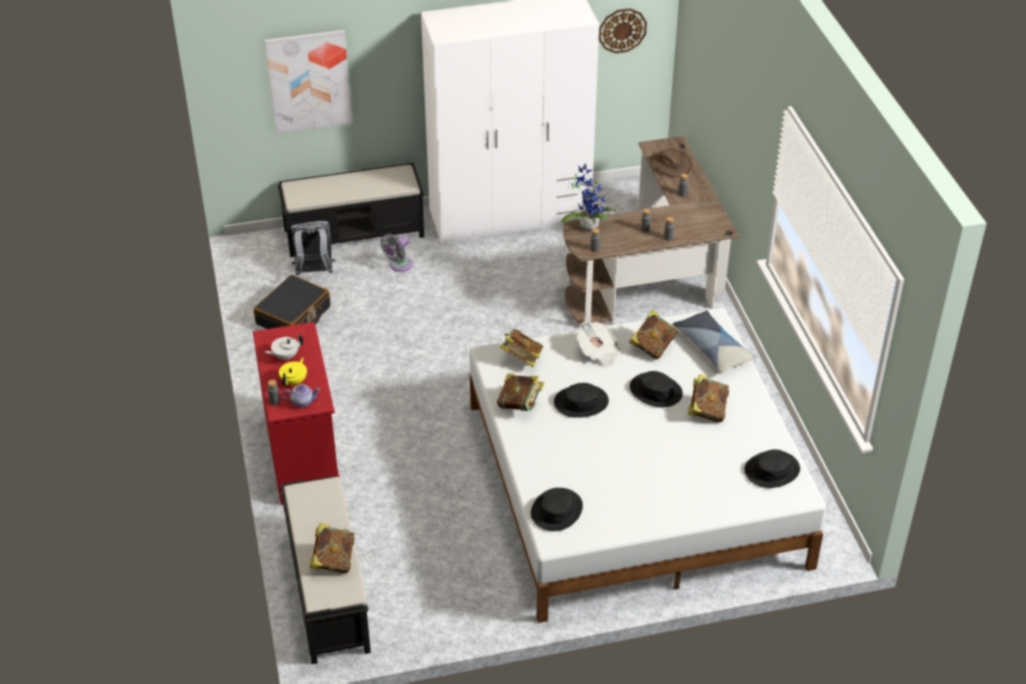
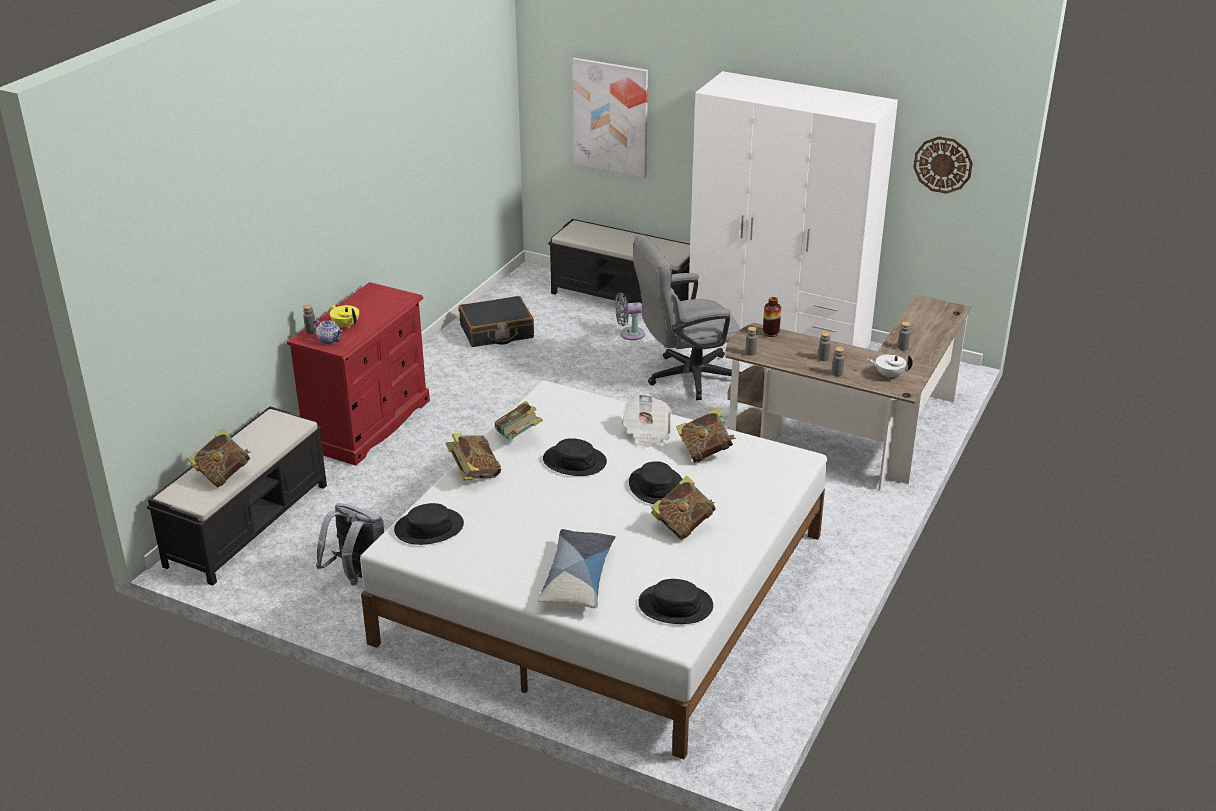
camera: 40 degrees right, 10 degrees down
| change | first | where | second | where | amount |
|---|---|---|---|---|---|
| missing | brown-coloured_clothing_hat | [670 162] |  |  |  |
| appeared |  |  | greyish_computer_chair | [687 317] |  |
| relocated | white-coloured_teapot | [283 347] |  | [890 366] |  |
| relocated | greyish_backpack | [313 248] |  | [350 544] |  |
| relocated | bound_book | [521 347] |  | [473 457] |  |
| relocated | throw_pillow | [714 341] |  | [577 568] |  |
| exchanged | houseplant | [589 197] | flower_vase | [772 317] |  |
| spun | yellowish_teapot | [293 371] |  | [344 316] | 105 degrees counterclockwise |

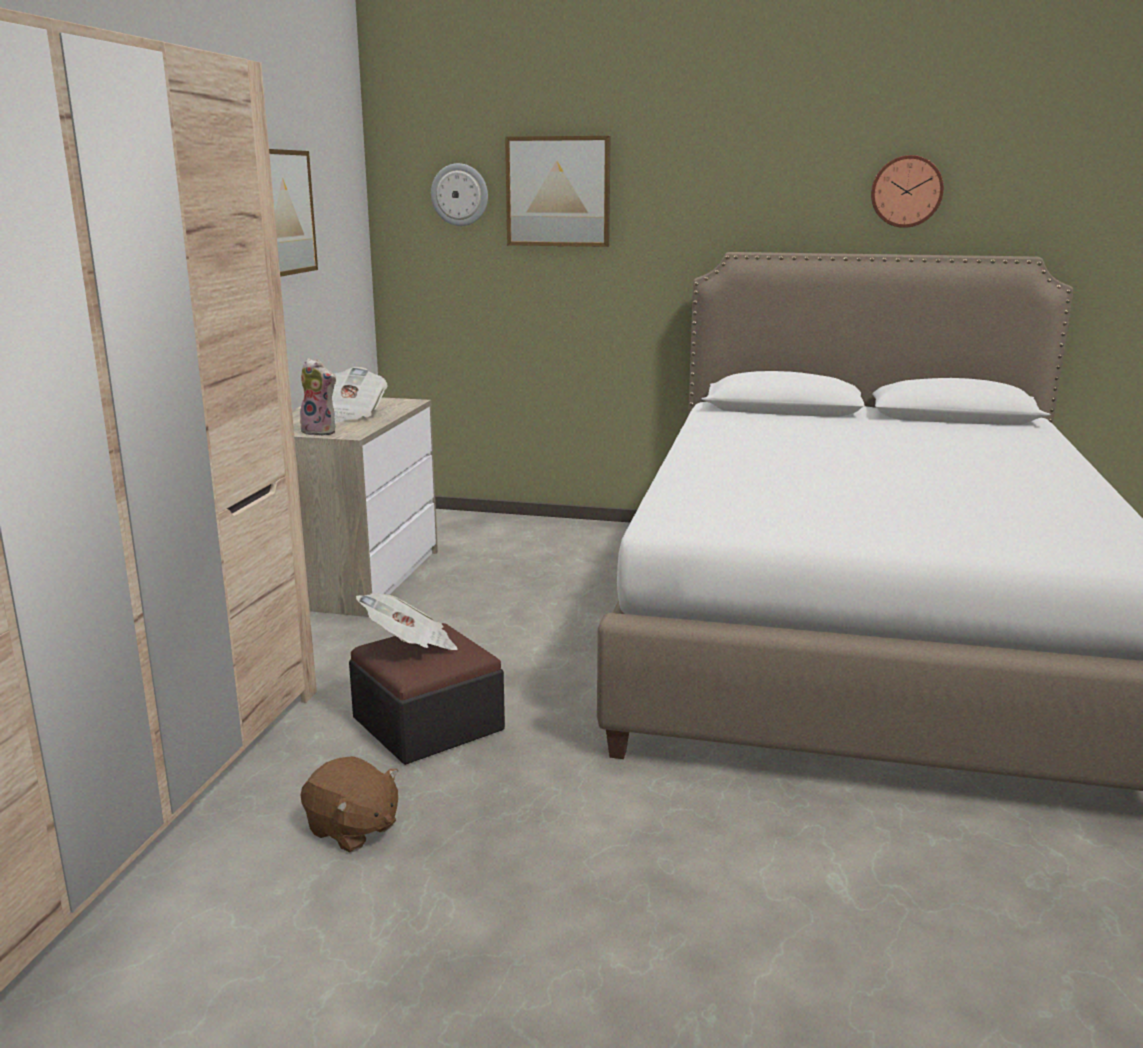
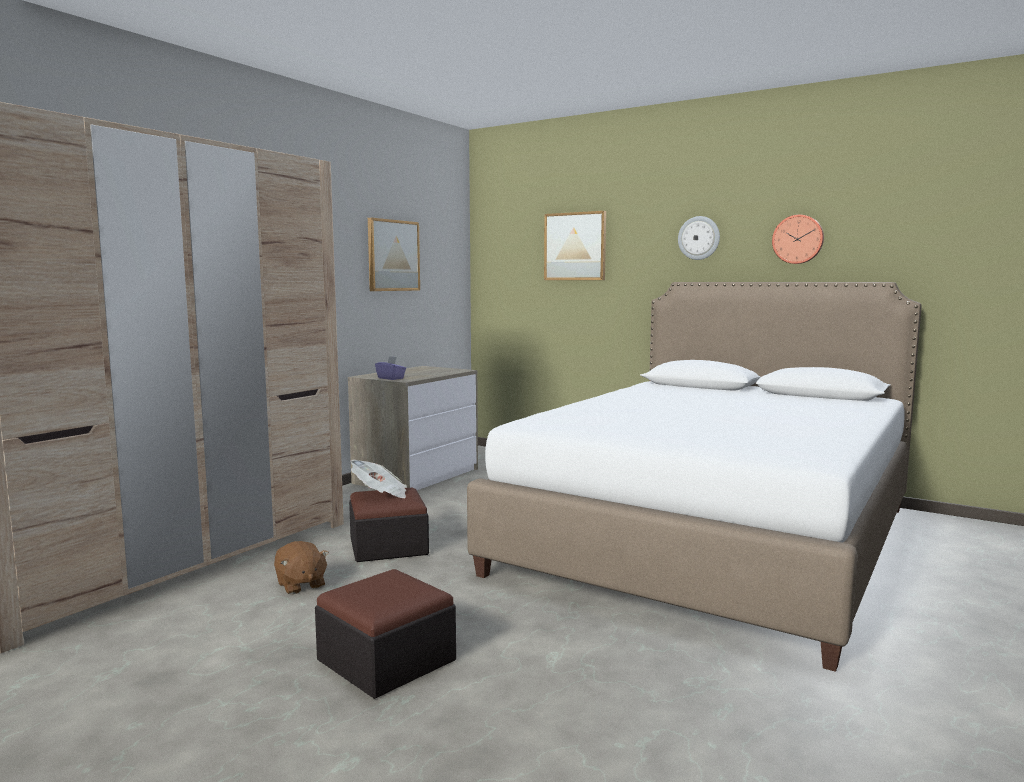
camera: 20 degrees right, 10 degrees down
| change | first | where | second | where | amount |
|---|---|---|---|---|---|
| missing | printed_paper | [360 394] |  |  |  |
| appeared |  |  | footrest | [385 634] |  |
| relocated | wall_clock | [459 194] |  | [699 238] |  |
| exchanged | soft_toy | [318 397] | purple-coloured_tissue_holder | [390 368] |  |

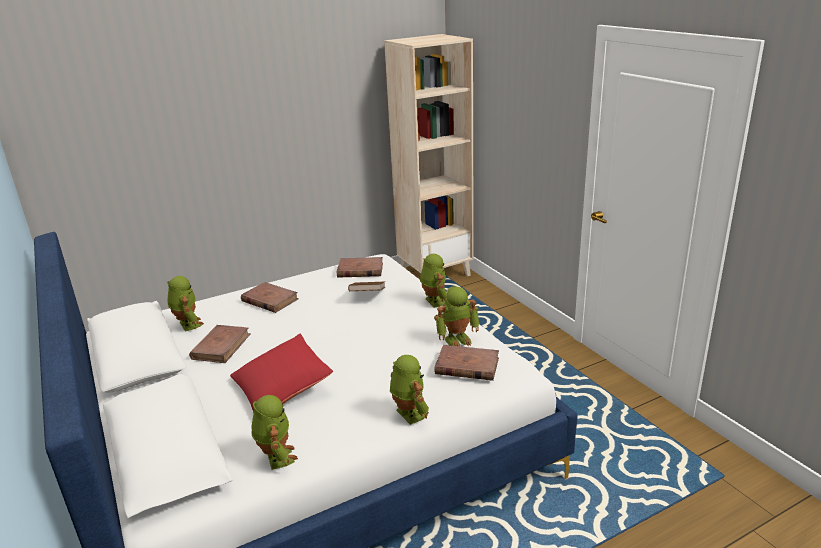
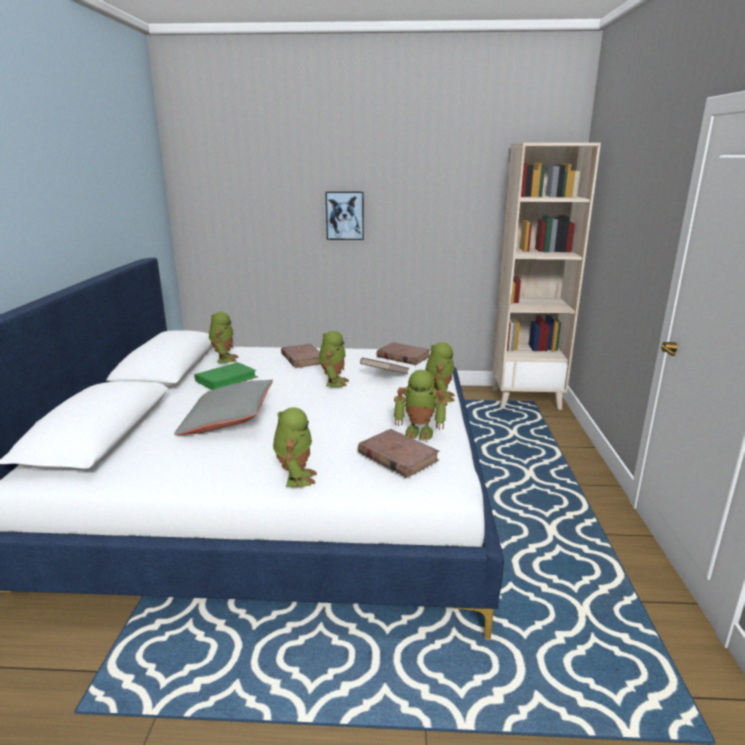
camera: 30 degrees right, 5 degrees down
| change | first | where | second | where | amount |
|---|---|---|---|---|---|
| appeared |  |  | picture | [345 215] |  |
| relocated | model_robot | [274 432] |  | [334 359] |  |
| colour | brown-coloured_bound_book | [220 344] | green_bound_book | [226 376] |  |
| colour | red-coloured_throw_pillow | [281 373] | greyish_throw_pillow | [223 407] |  |

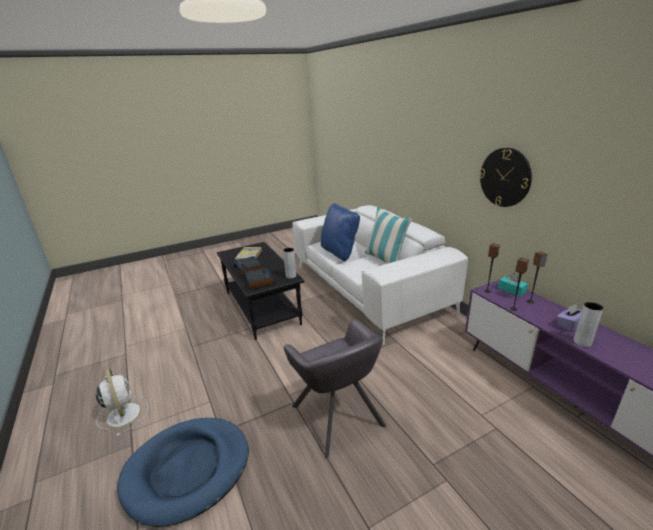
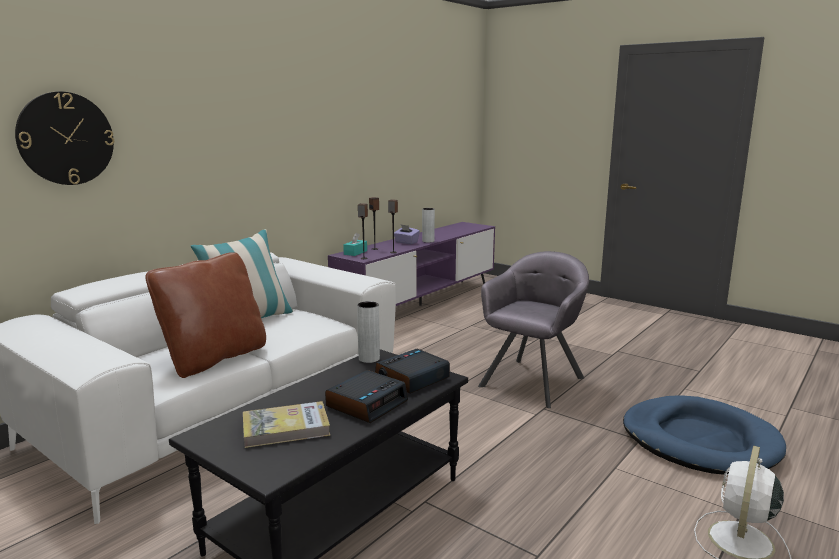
camera: 115 degrees left, 10 degrees down
| change | first | where | second | where | amount |
|---|---|---|---|---|---|
| relocated | wall_clock | [505 177] |  | [64 138] |  |
| colour | bluish_throw_pillow | [340 232] | brown-coloured_throw_pillow | [205 315] |  |

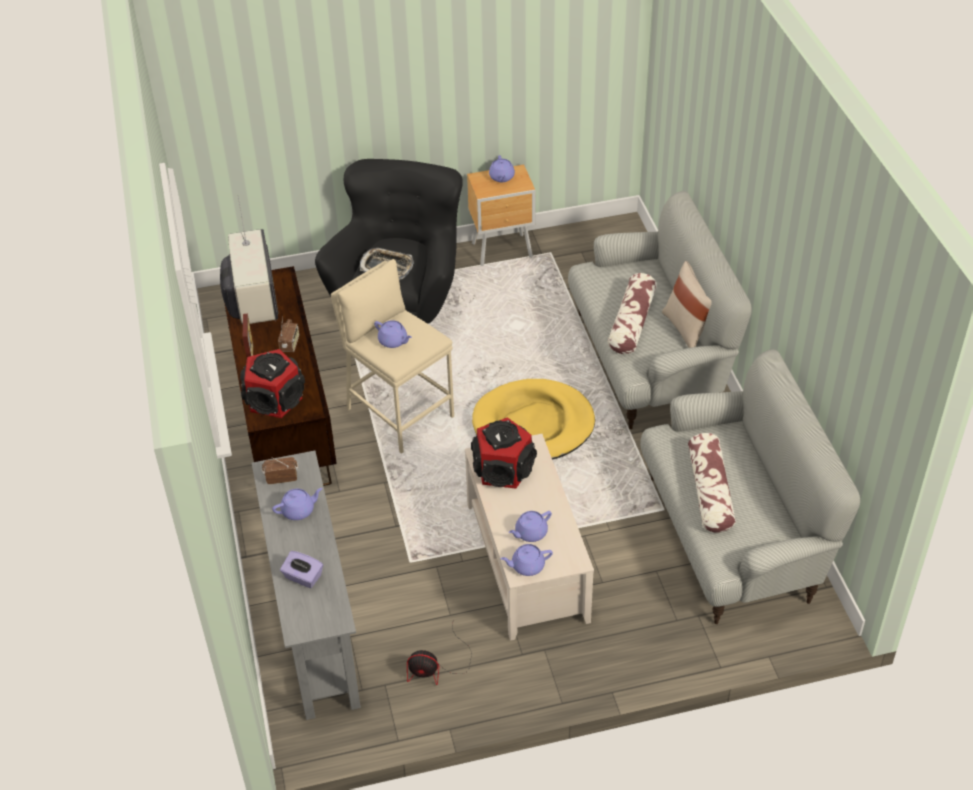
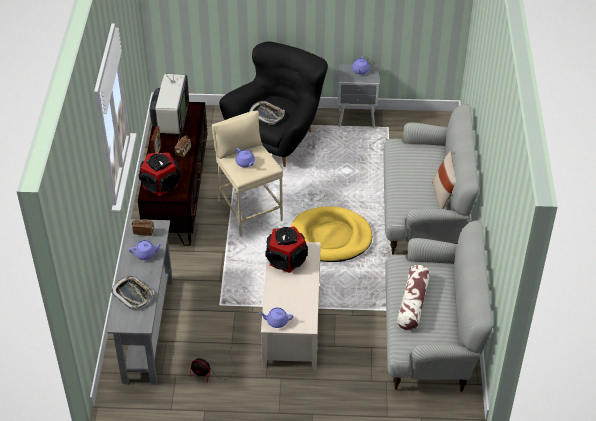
camera: 15 degrees right, 0 degrees up
| change | first | where | second | where | amount |
|---|---|---|---|---|---|
| missing | purple-coloured_teapot | [530 526] |  |  |  |
| missing | throw_pillow | [632 313] |  |  |  |
| exchanged | purple-coloured_tissue_holder | [301 569] | carrying_tray | [132 293] |  |
| colour | brown-coloured_night_table | [501 215] | greyish_night_table | [358 96] |  |

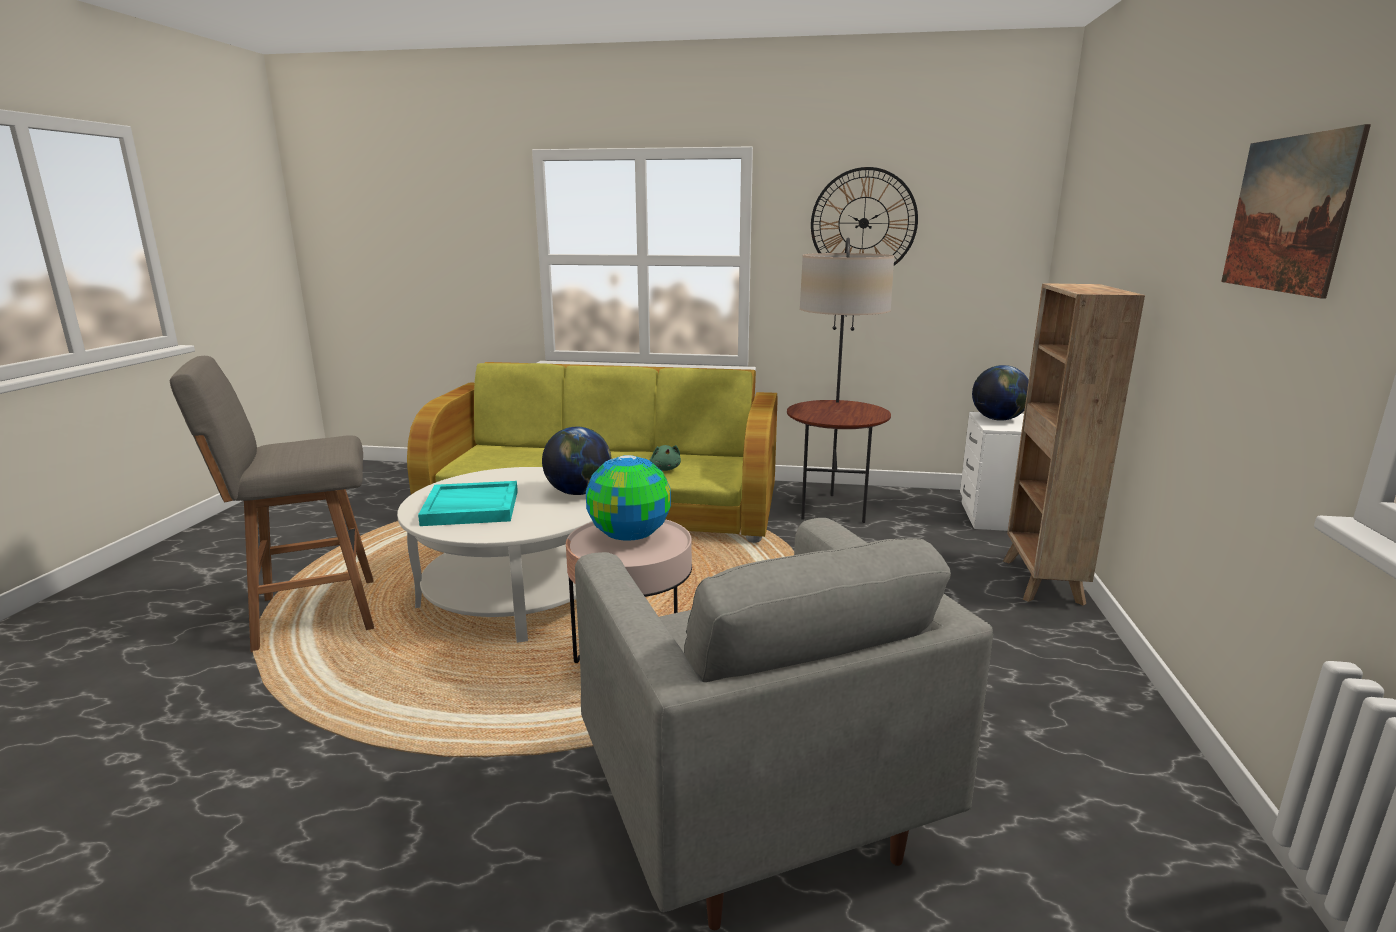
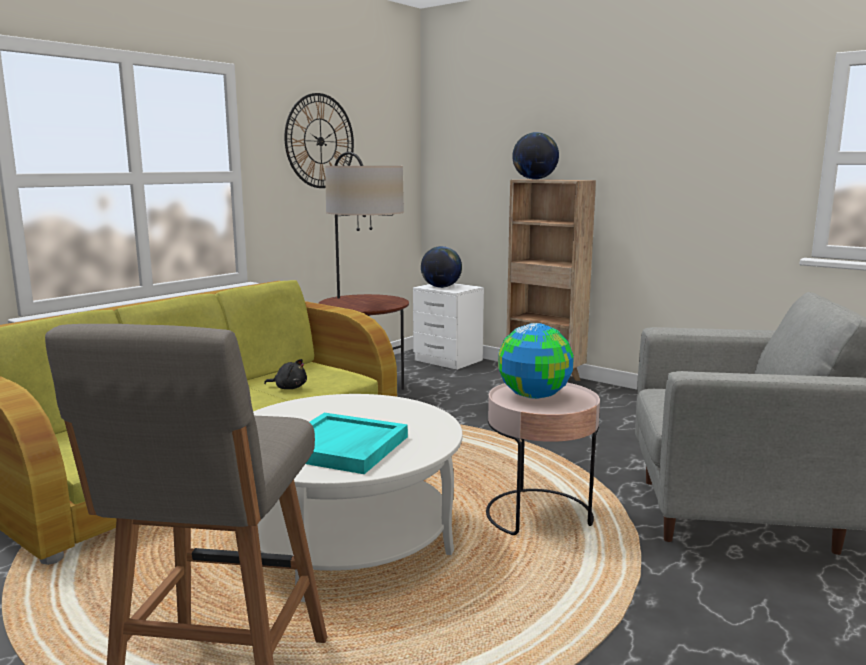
camera: 60 degrees left, 5 degrees down
| change | first | where | second | where | amount |
|---|---|---|---|---|---|
| missing | picture | [1296 211] |  |  |  |
| relocated | globe | [577 461] |  | [535 156] |  |
| colour | green_soft_toy | [665 458] | black-coloured_soft_toy | [285 374] |  |

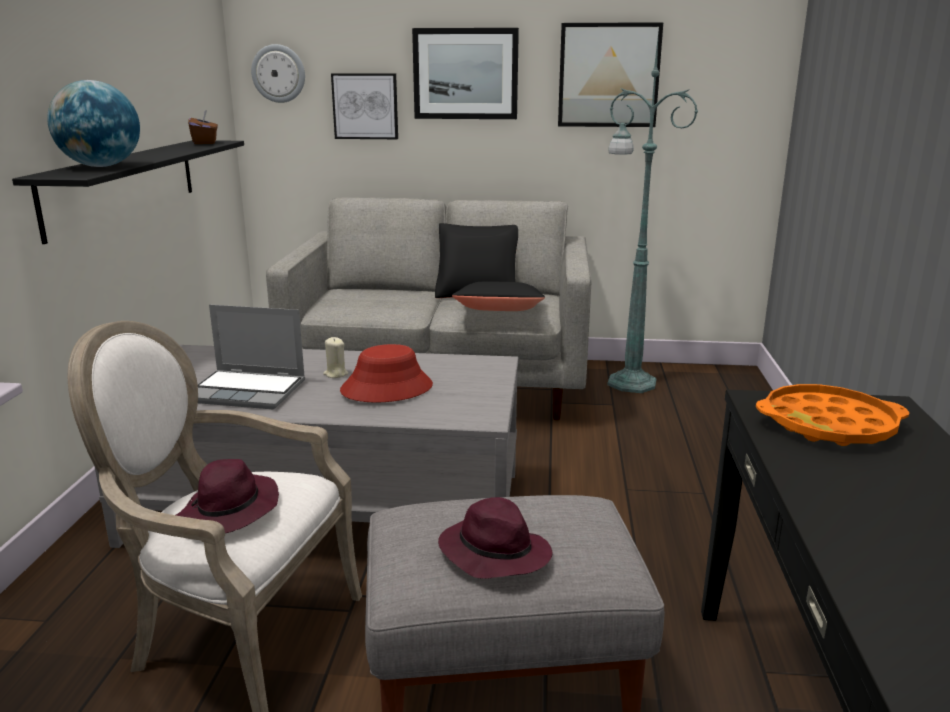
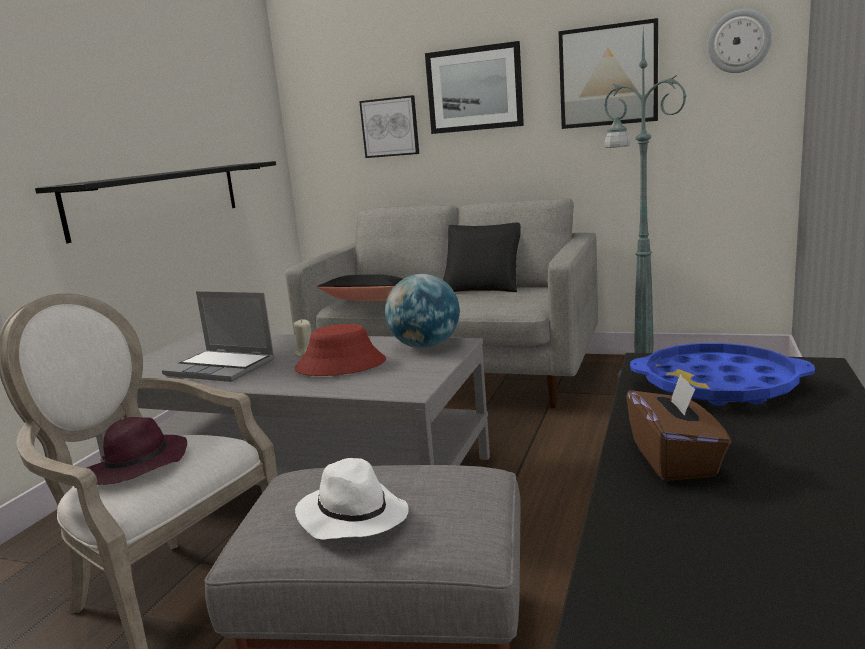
camera: 15 degrees right, 5 degrees down
| change | first | where | second | where | amount |
|---|---|---|---|---|---|
| relocated | globe | [93 123] |  | [422 311] |  |
| relocated | brown-coloured_tissue_holder | [203 127] |  | [678 427] |  |
| relocated | wall_clock | [278 73] |  | [739 41] |  |
| relocated | black-coloured_throw_pillow | [498 296] |  | [360 287] |  |
| colour | purple-coloured_clothing_hat | [495 538] | white-coloured_clothing_hat | [352 499] |  |
| colour | orangey_carrying_tray | [833 415] | bluish_carrying_tray | [722 374] |  |

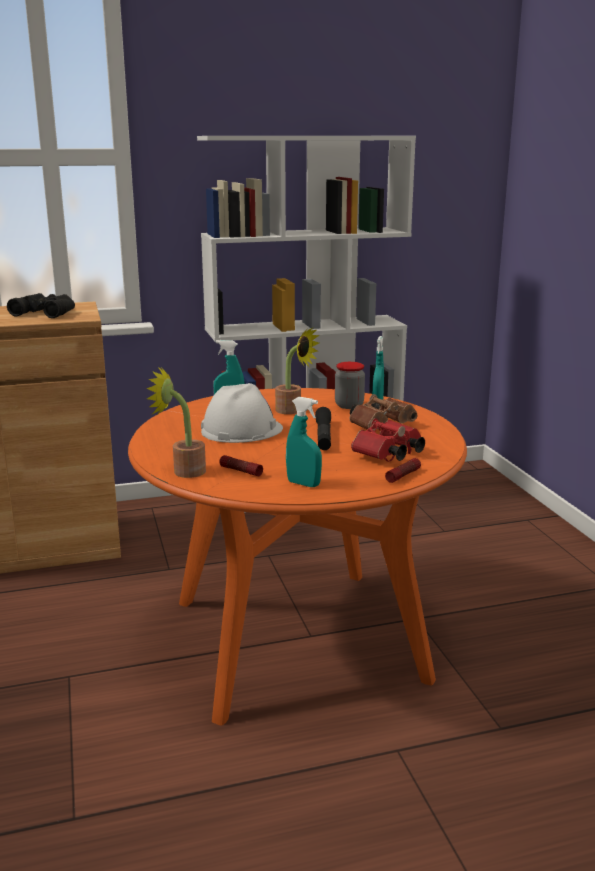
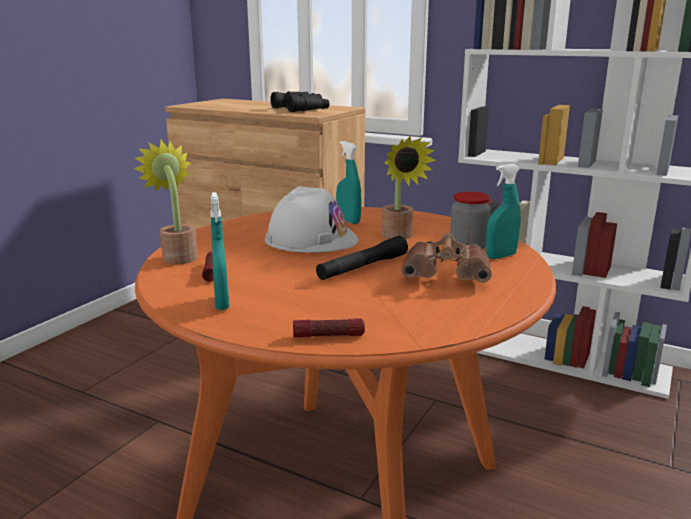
camera: 45 degrees right, 0 degrees up
| change | first | where | second | where | amount |
|---|---|---|---|---|---|
| missing | red-coloured_pair_of_binoculars | [388 440] |  |  |  |

